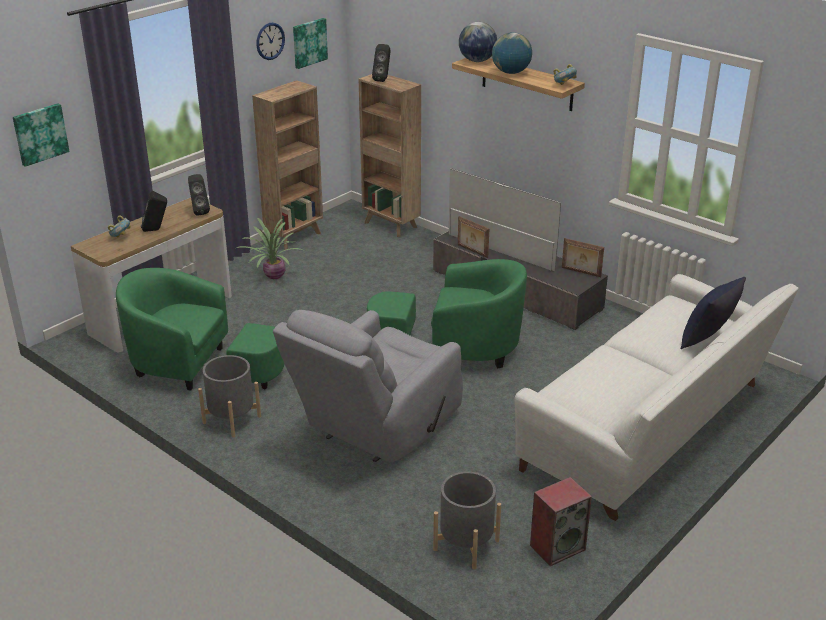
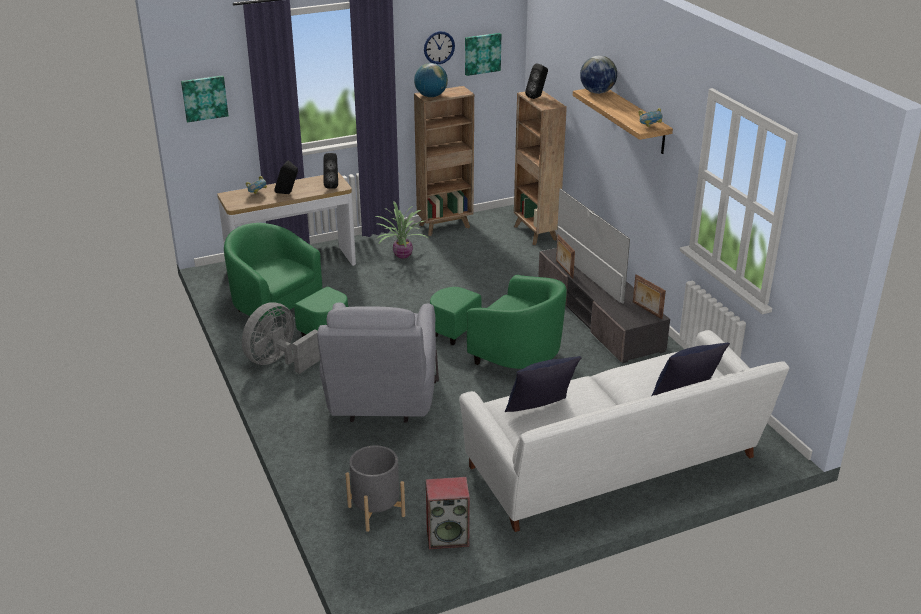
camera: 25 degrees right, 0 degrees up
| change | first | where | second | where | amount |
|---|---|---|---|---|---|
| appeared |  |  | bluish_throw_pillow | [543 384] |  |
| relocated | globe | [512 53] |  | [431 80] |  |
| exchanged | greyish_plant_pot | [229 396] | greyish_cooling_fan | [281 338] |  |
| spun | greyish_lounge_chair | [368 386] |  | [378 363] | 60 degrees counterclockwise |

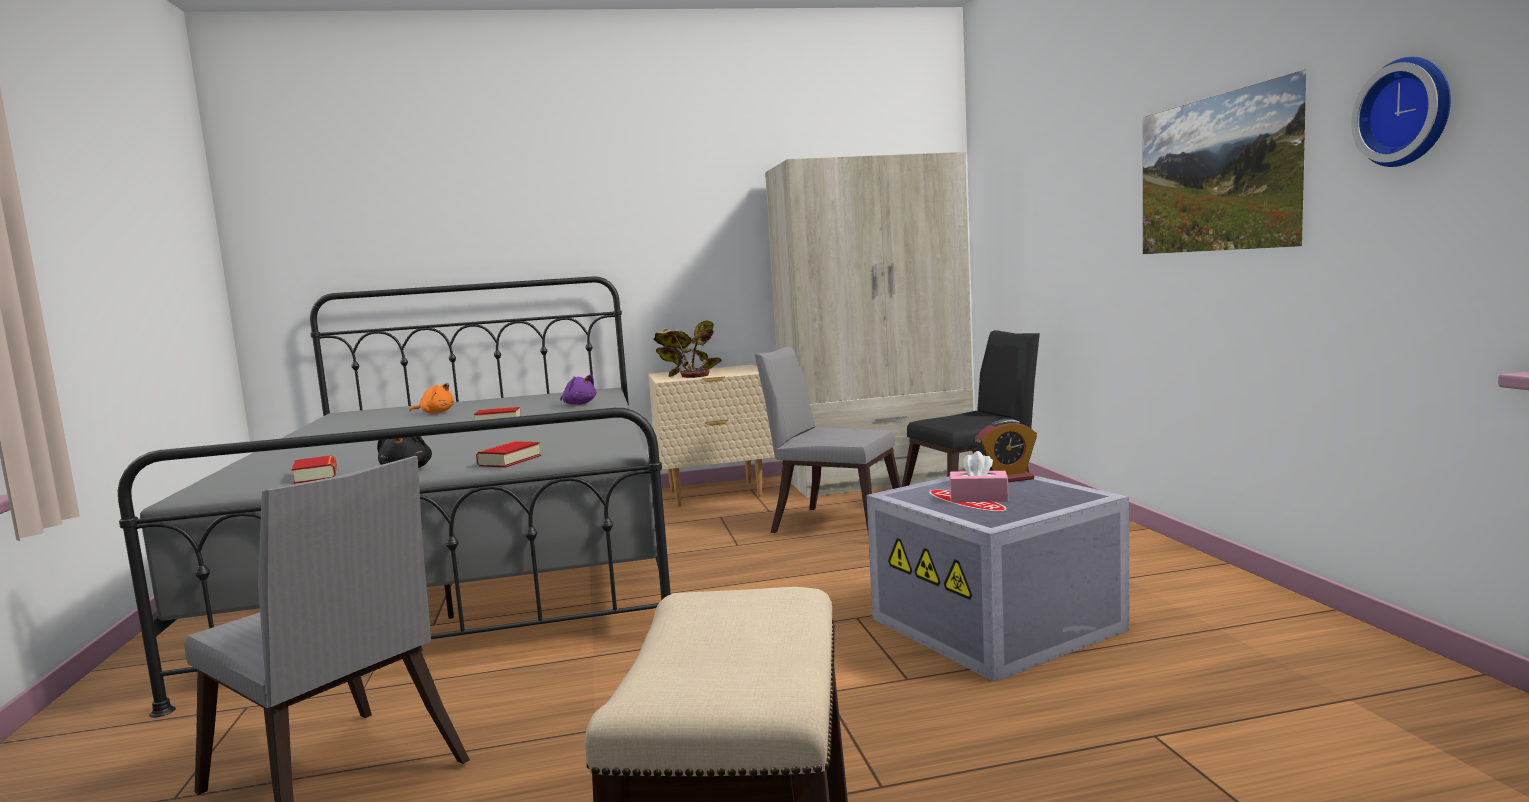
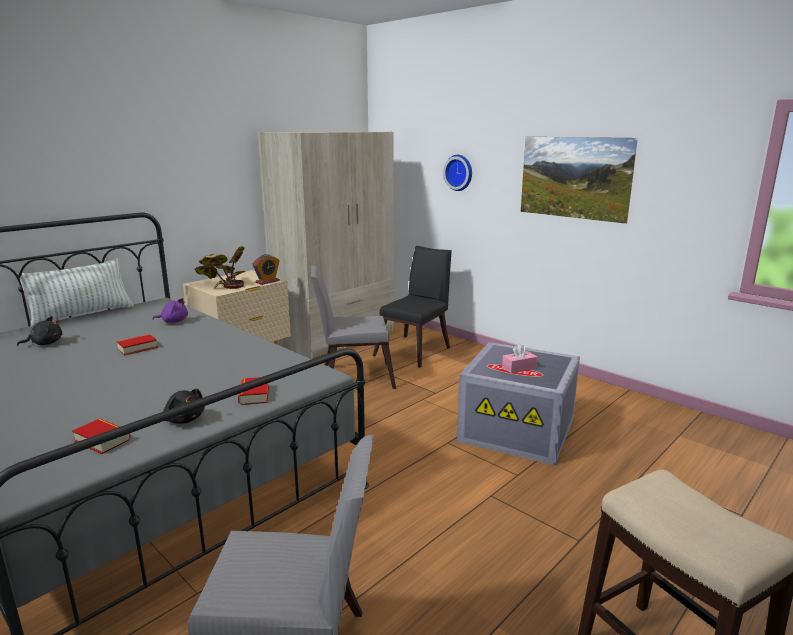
camera: 35 degrees left, 10 degrees up
| change | first | where | second | where | amount |
|---|---|---|---|---|---|
| appeared |  |  | throw_pillow | [75 293] |  |
| relocated | table_clock | [1006 450] |  | [266 269] |  |
| relocated | wall_clock | [1401 112] |  | [457 173] |  |
| colour | orangey_soft_toy | [431 398] | black-coloured_soft_toy | [39 331] |  |

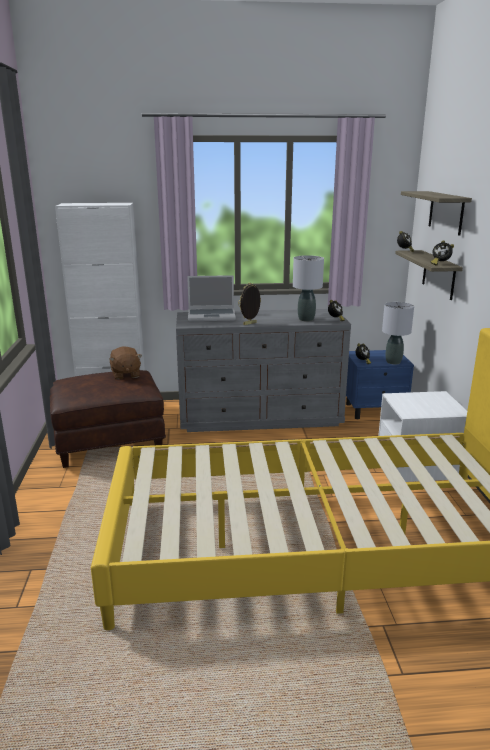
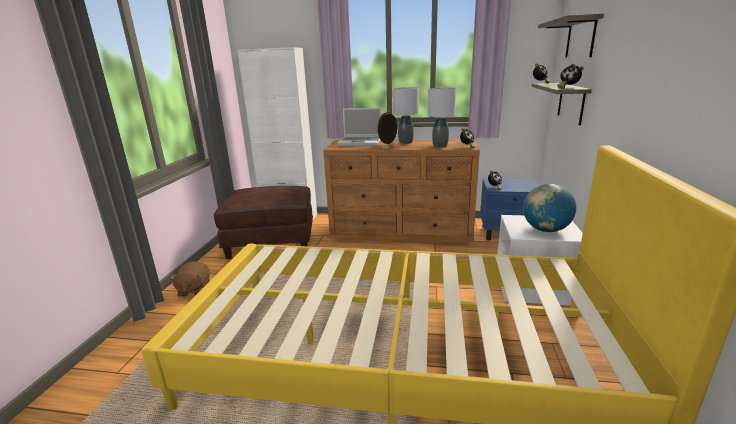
camera: 15 degrees right, 0 degrees up
| change | first | where | second | where | amount |
|---|---|---|---|---|---|
| appeared |  |  | globe | [549 208] |  |
| relocated | brown-coloured_soft_toy | [126 362] |  | [190 279] |  |
| relocated | greyish_tabletop_lamp | [398 333] |  | [406 115] |  |
| colour | greyish_chest_of_drawers | [263 370] | brown-coloured_chest_of_drawers | [401 192] |  |

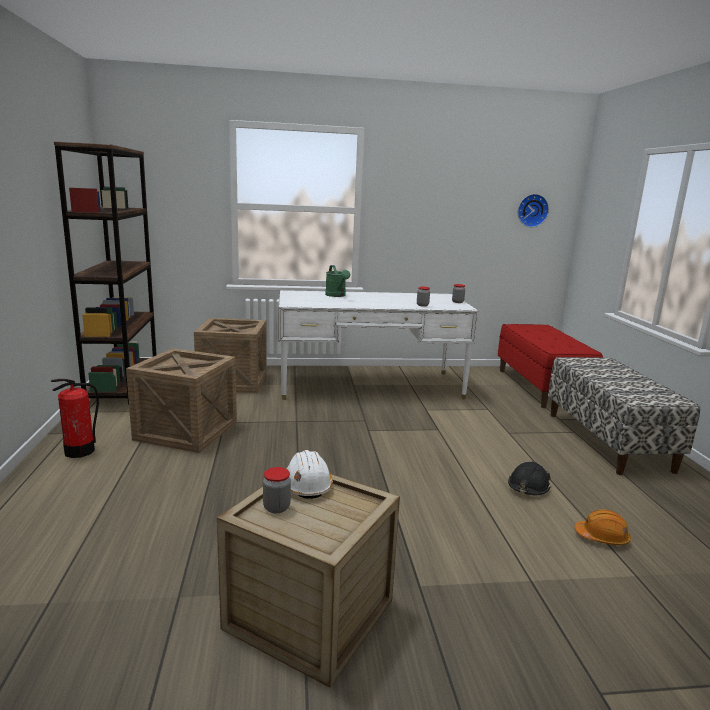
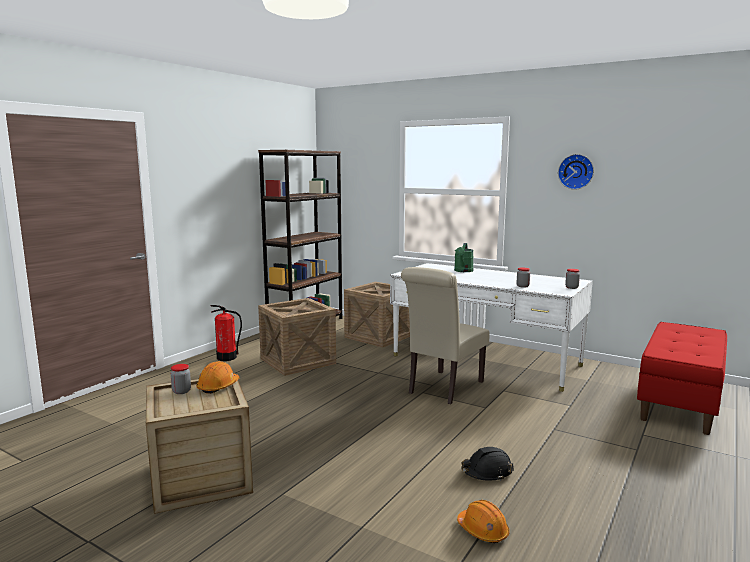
camera: 40 degrees right, 5 degrees down
| change | first | where | second | where | amount |
|---|---|---|---|---|---|
| missing | indoor_bench | [624 416] |  |  |  |
| appeared |  |  | beige_upright_chair | [445 335] |  |
| relocated | wall_clock | [533 210] |  | [576 172] |  |
| colour | white-coloured_work_helmet | [309 474] | orangey_work_helmet | [218 377] |  |

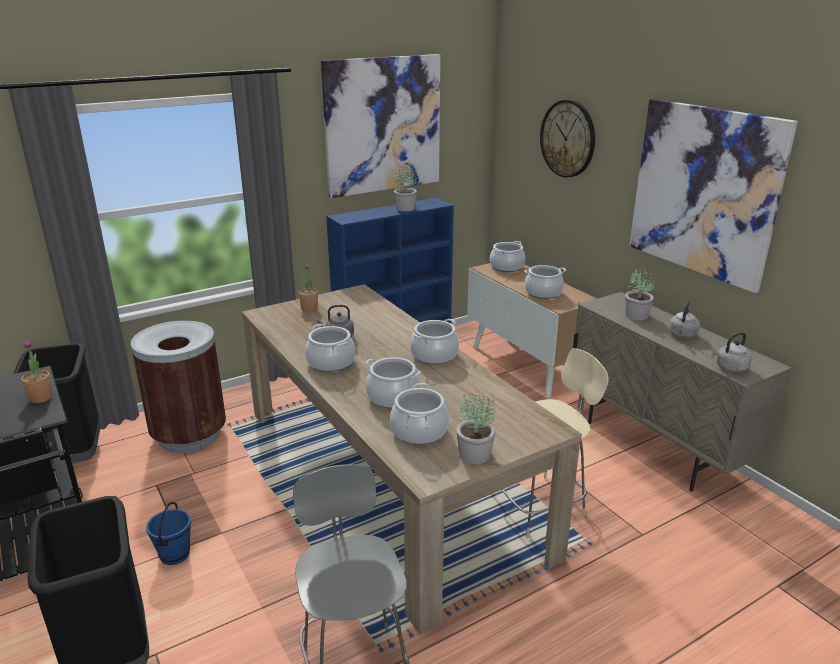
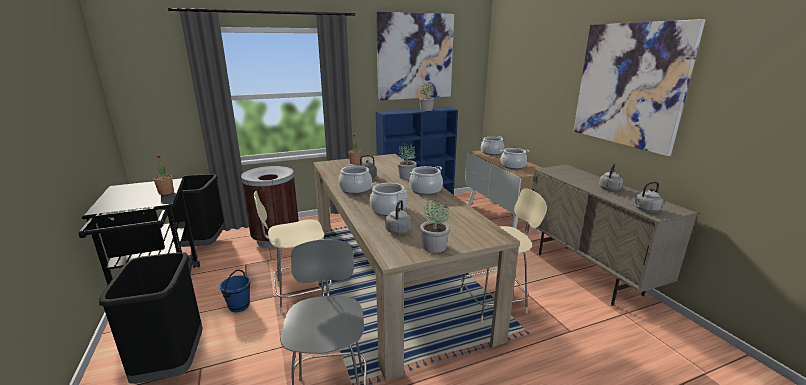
camera: 10 degrees right, 5 degrees down
| change | first | where | second | where | amount |
|---|---|---|---|---|---|
| missing | wall_clock | [567 138] |  |  |  |
| appeared |  |  | beige_upright_chair | [293 252] |  |
| relocated | houseplant | [640 292] |  | [407 162] |  |
| exchanged | stockpot | [419 414] | greyish_water_kettle | [398 217] |  |

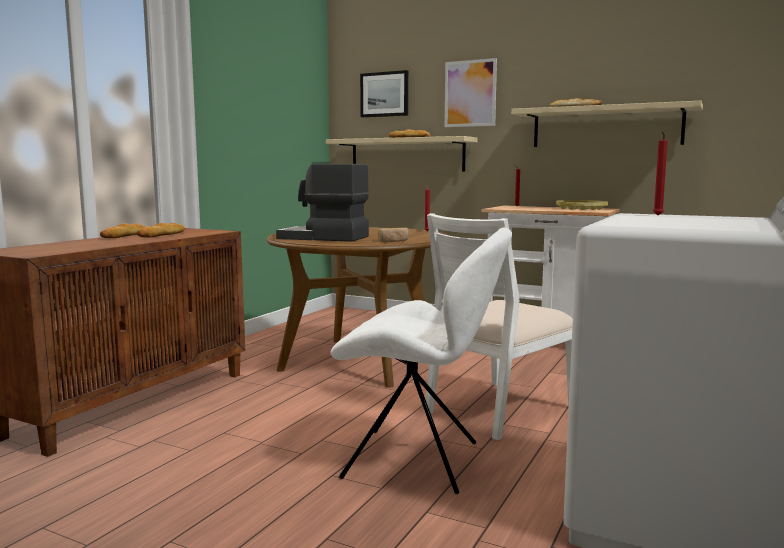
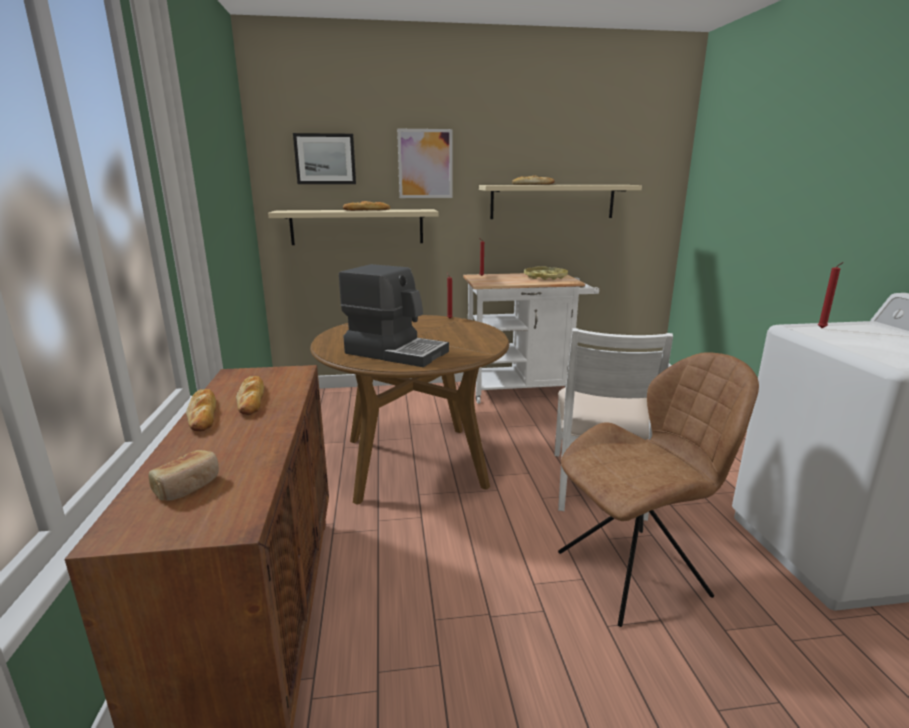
camera: 35 degrees left, 10 degrees up
| change | first | where | second | where | amount |
|---|---|---|---|---|---|
| relocated | bread | [393 235] |  | [183 475] |  |
| colour | white-coloured_upright_chair | [421 360] | brown-coloured_upright_chair | [658 489] |  |
| spun | coffee_maker | [322 203] |  | [394 315] | 135 degrees counterclockwise |

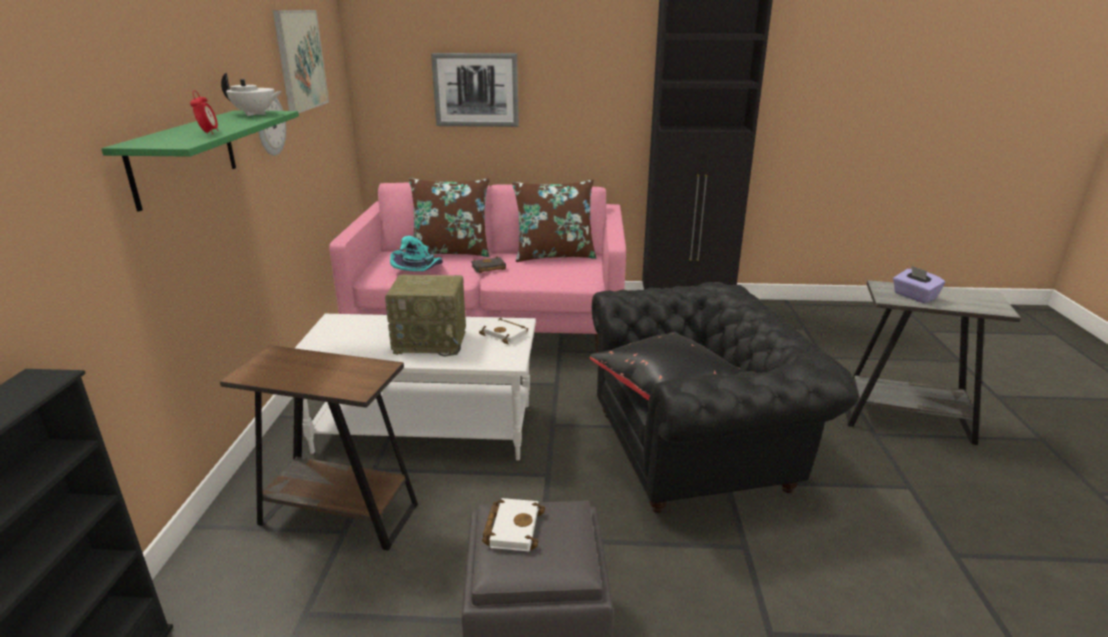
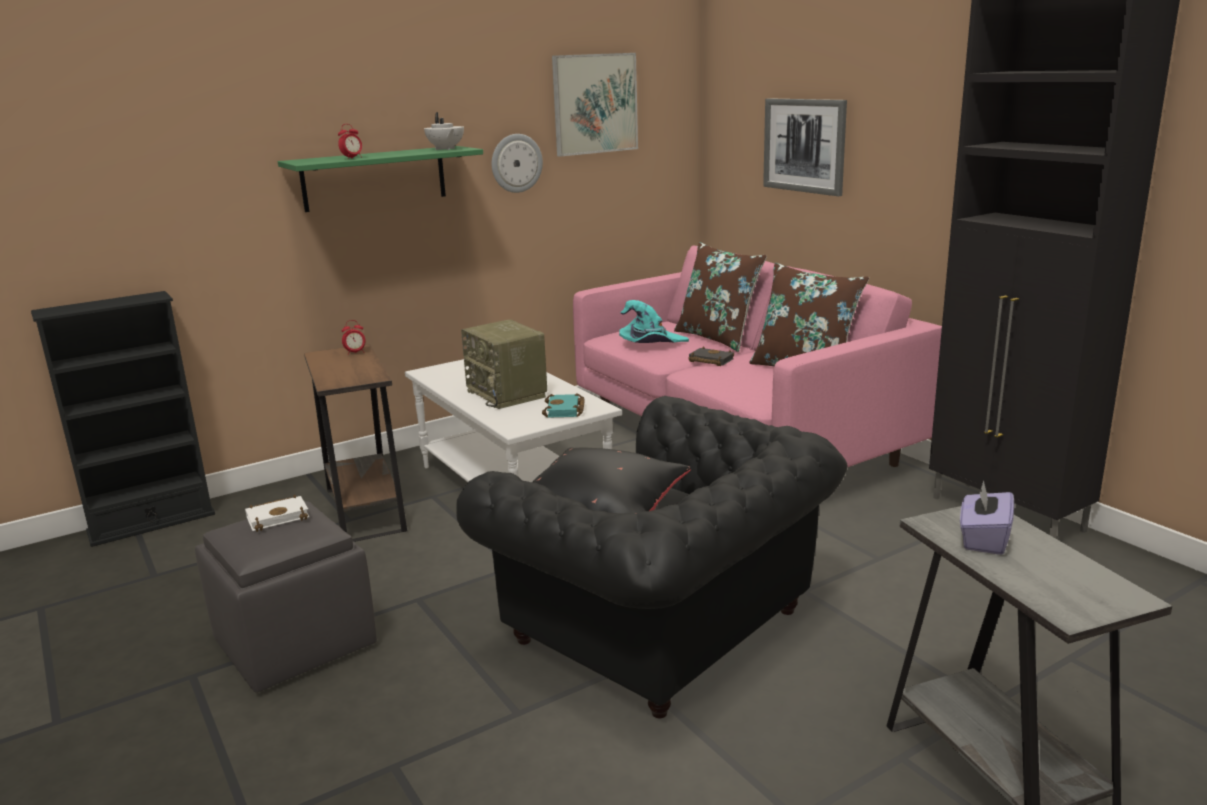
camera: 55 degrees right, 5 degrees down
| change | first | where | second | where | amount |
|---|---|---|---|---|---|
| appeared |  |  | table_clock | [354 337] |  |
| colour | white-coloured_bound_book | [503 331] | turquoise-coloured_bound_book | [563 405] |  |

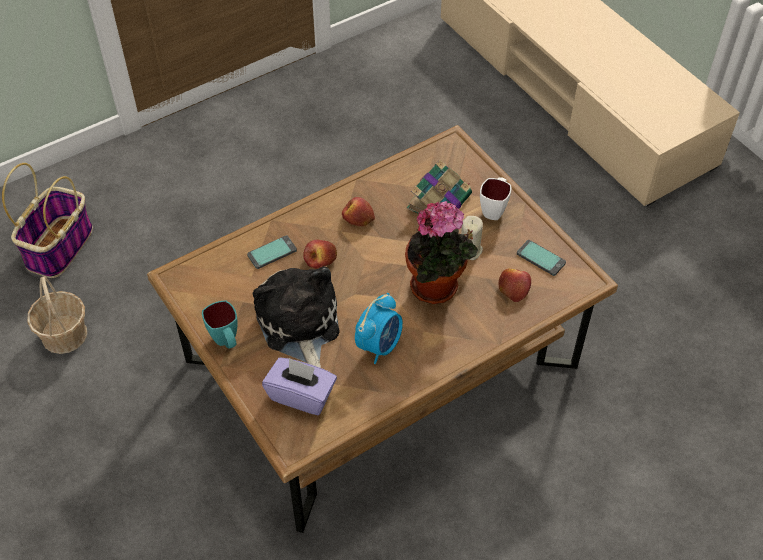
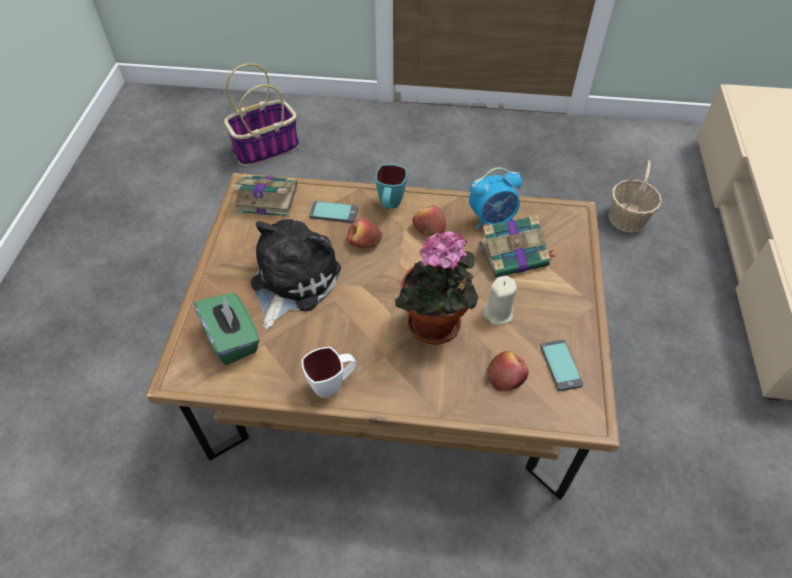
camera: 40 degrees right, 0 degrees up
| change | first | where | second | where | amount |
|---|---|---|---|---|---|
| appeared |  |  | bound_book | [264 195] |  |
| relocated | storage_basket | [57 315] |  | [635 196] |  |
| relocated | turquoise-coloured_tea_mug | [219 325] |  | [391 186] |  |
| relocated | table_clock | [379 328] |  | [495 198] |  |
| relocated | white-coloured_tea_mug | [495 198] |  | [329 372] |  |
| colour | purple-coloured_tissue_holder | [299 386] | green_tissue_holder | [227 328] |  |

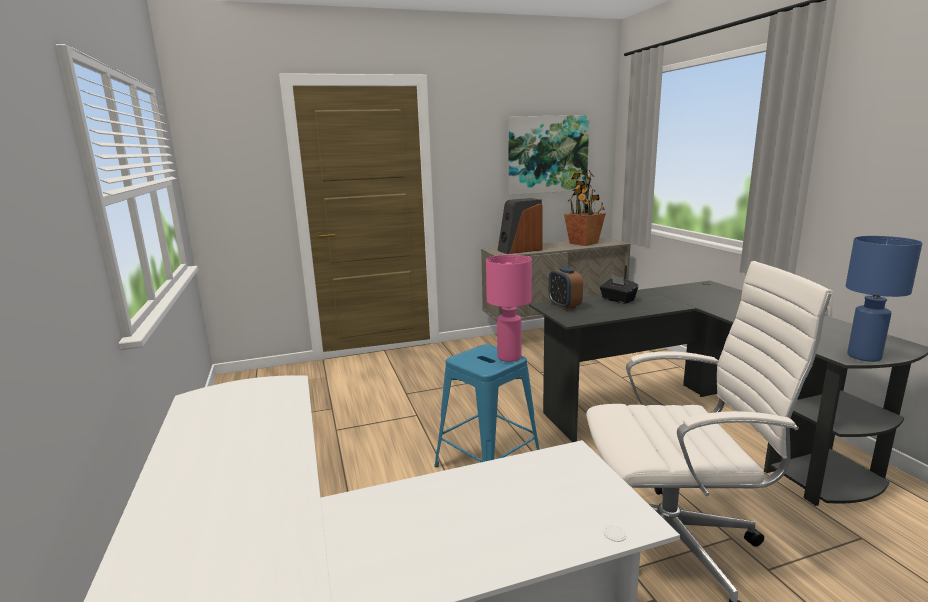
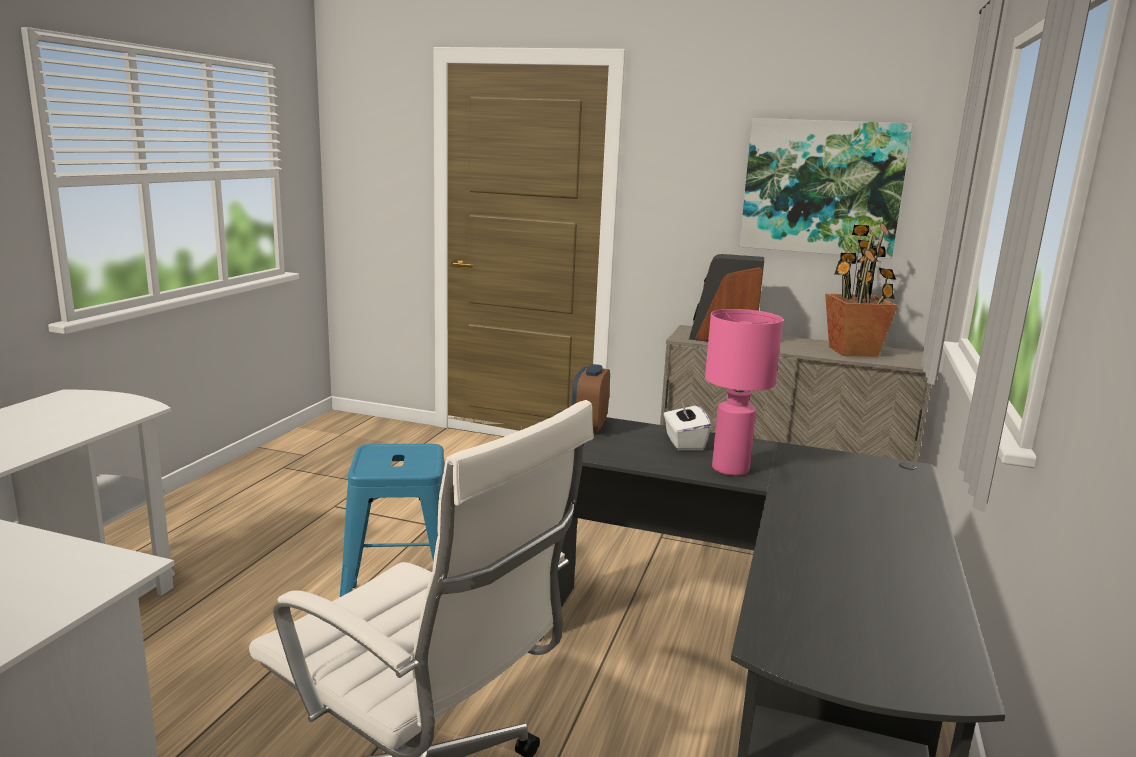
camera: 35 degrees right, 0 degrees up
| change | first | where | second | where | amount |
|---|---|---|---|---|---|
| missing | bluish_tabletop_lamp | [884 299] |  |  |  |
| relocated | pink_tabletop_lamp | [509 308] |  | [744 392] |  |
| colour | black-coloured_tissue_holder | [619 289] | white-coloured_tissue_holder | [687 425] |  |

